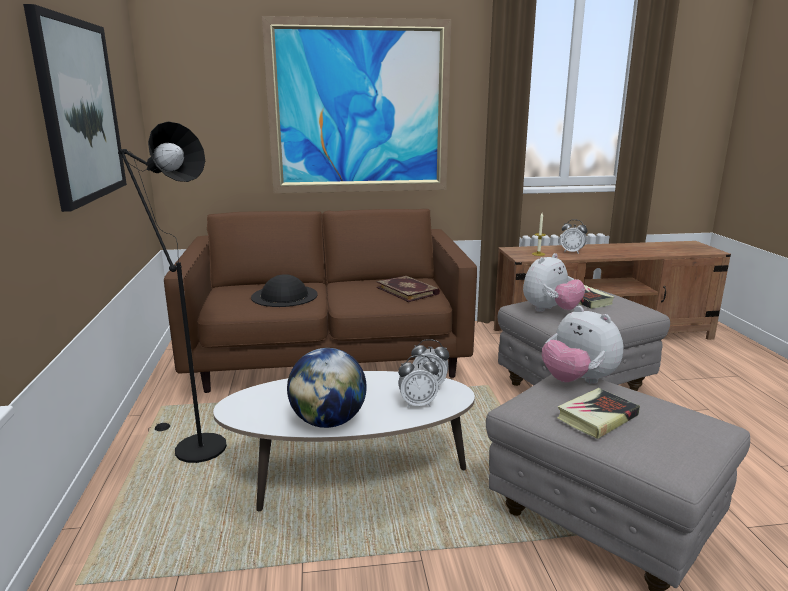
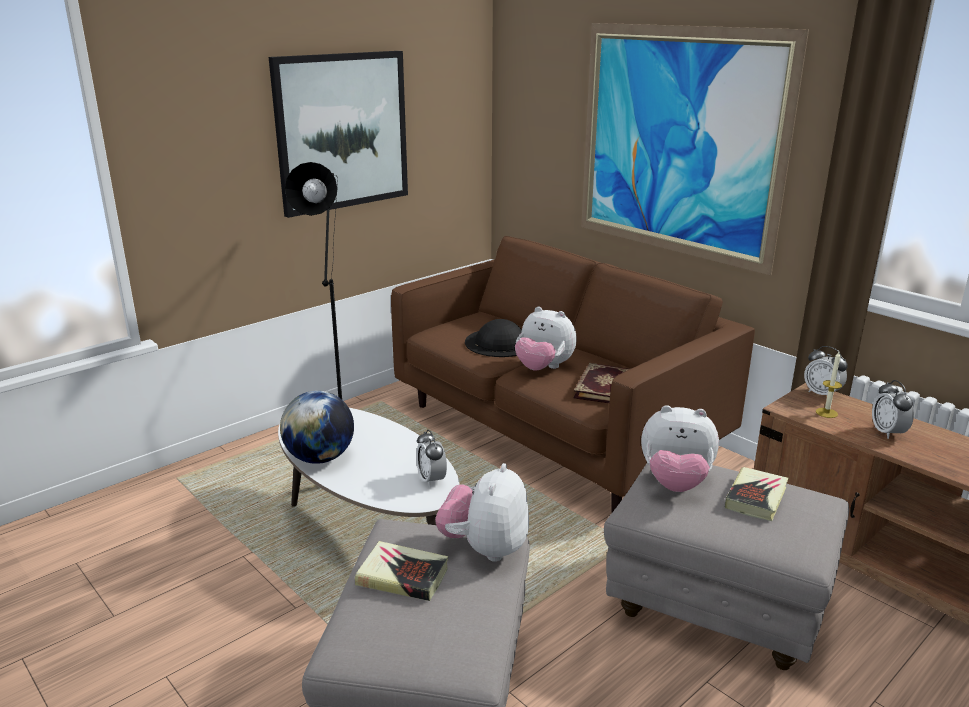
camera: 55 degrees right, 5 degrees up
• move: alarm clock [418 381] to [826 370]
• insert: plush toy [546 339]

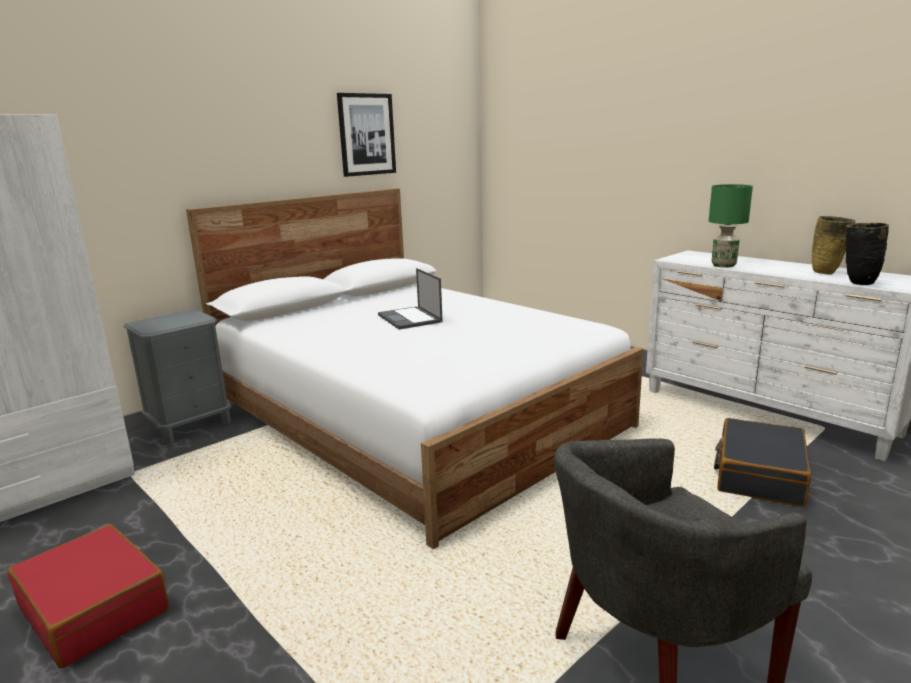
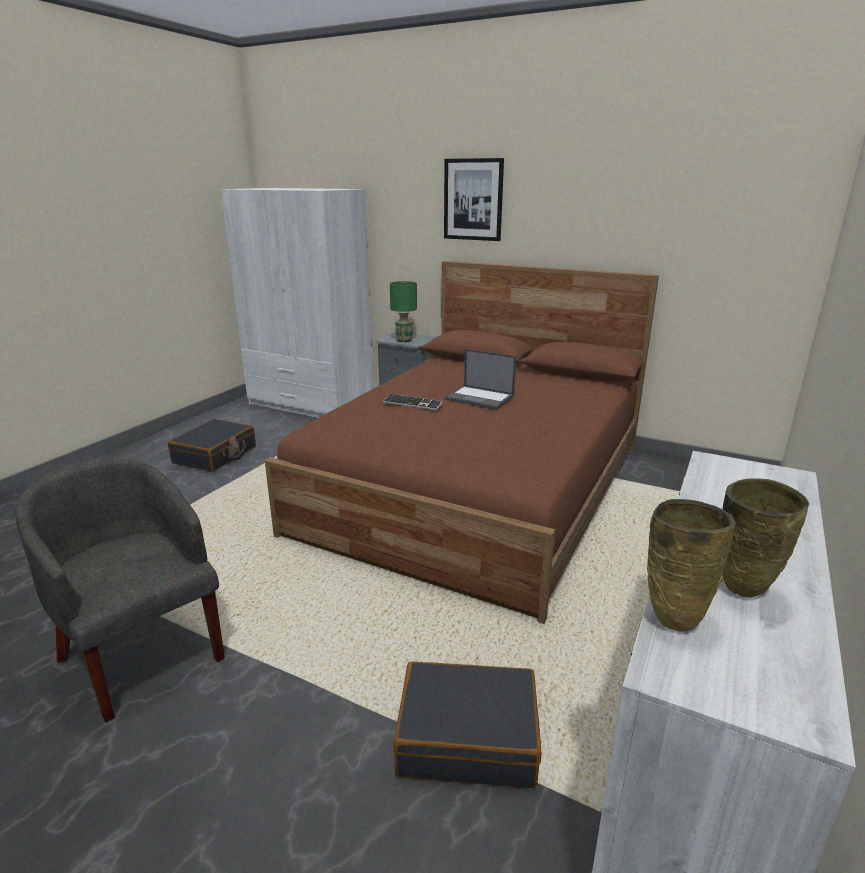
camera: 70 degrees right, 5 degrees up
• move: picture [366 135] to [474 199]
• move: table lamp/green [731 225] to [403 311]
• recolor: bed/white [415 368] to bed/brown [462 442]
• recolor: vase/black [867 254] to vase/beige [691 565]
• rotate: laptop [410 299] = [480 379] 105 degrees counterclockwise
• recolor: suitcase/red [88 596] to suitcase/black [212 445]
• insert: keyboard [413 402]

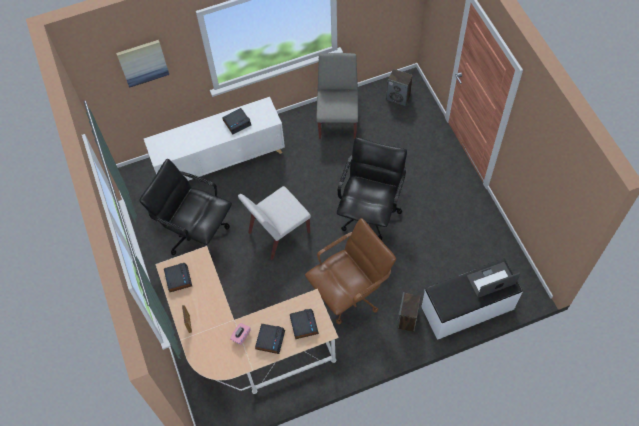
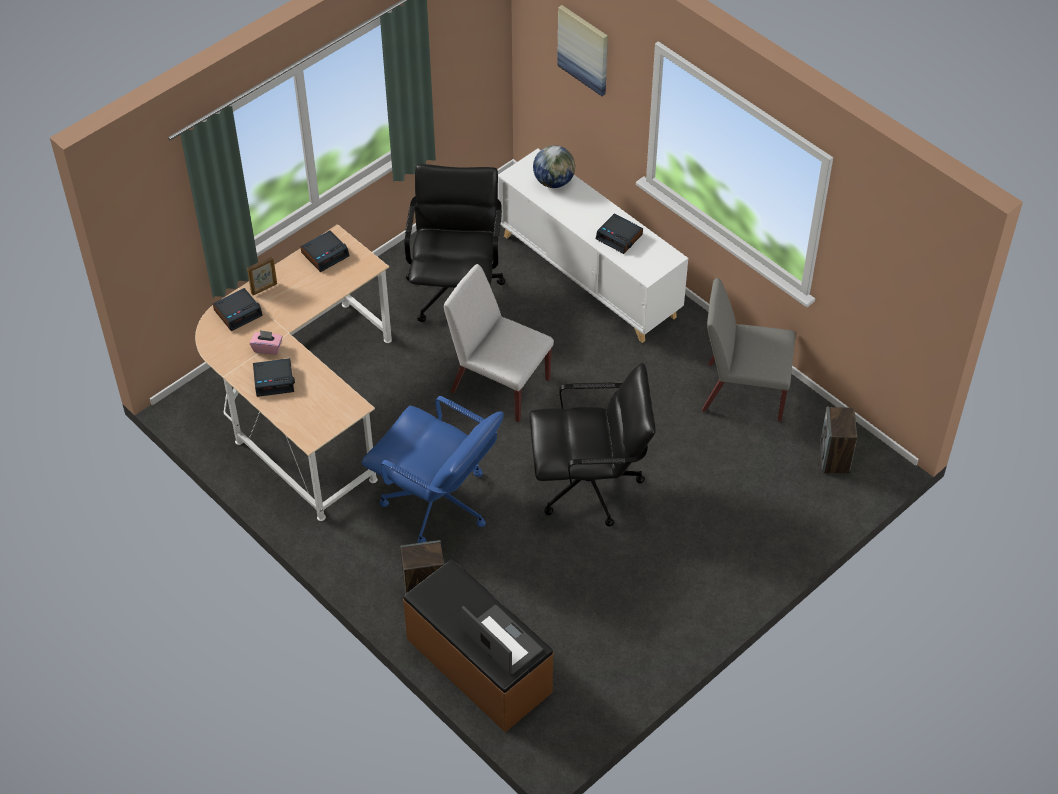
camera: 65 degrees right, 10 degrees down
• rotate: chair/grey [337 96] = [748 349] 150 degrees counterclockwise
• recolor: office chair/brown [350 271] to office chair/blue [433 469]
• recolor: bench/white [472 299] to bench/brown [478 645]
• move: alarm clock [304 324] to [238 309]
• insert: globe [554 166]

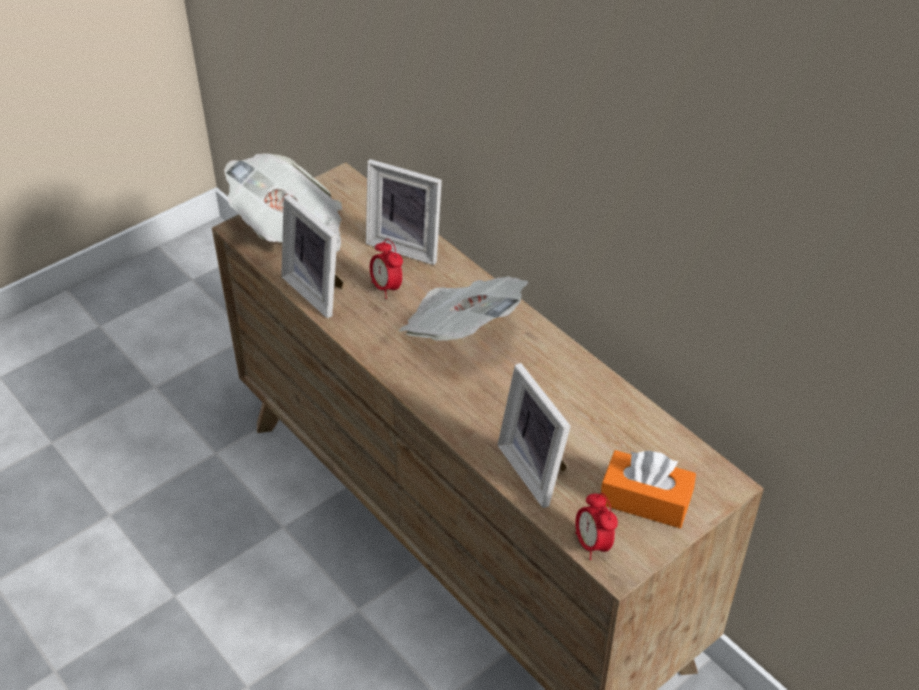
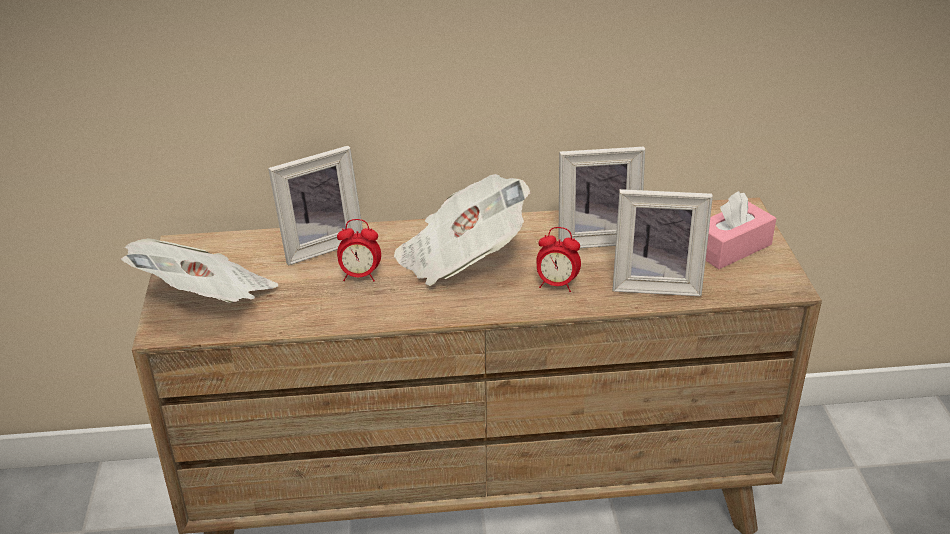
camera: 55 degrees left, 10 degrees down
• move: picture frame [312 256] to [601 197]
• recolor: tissue box/orange [648 489] to tissue box/pink [741 230]
• move: alarm clock [596 526] to [558 259]

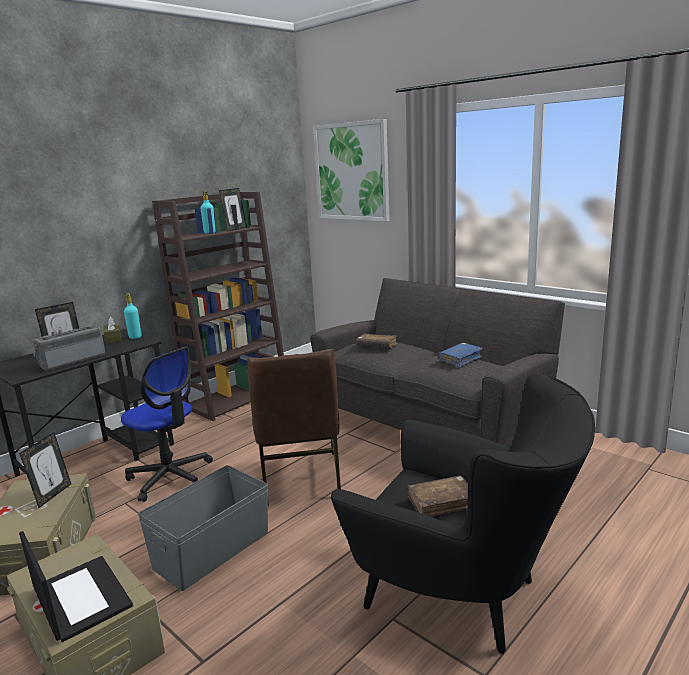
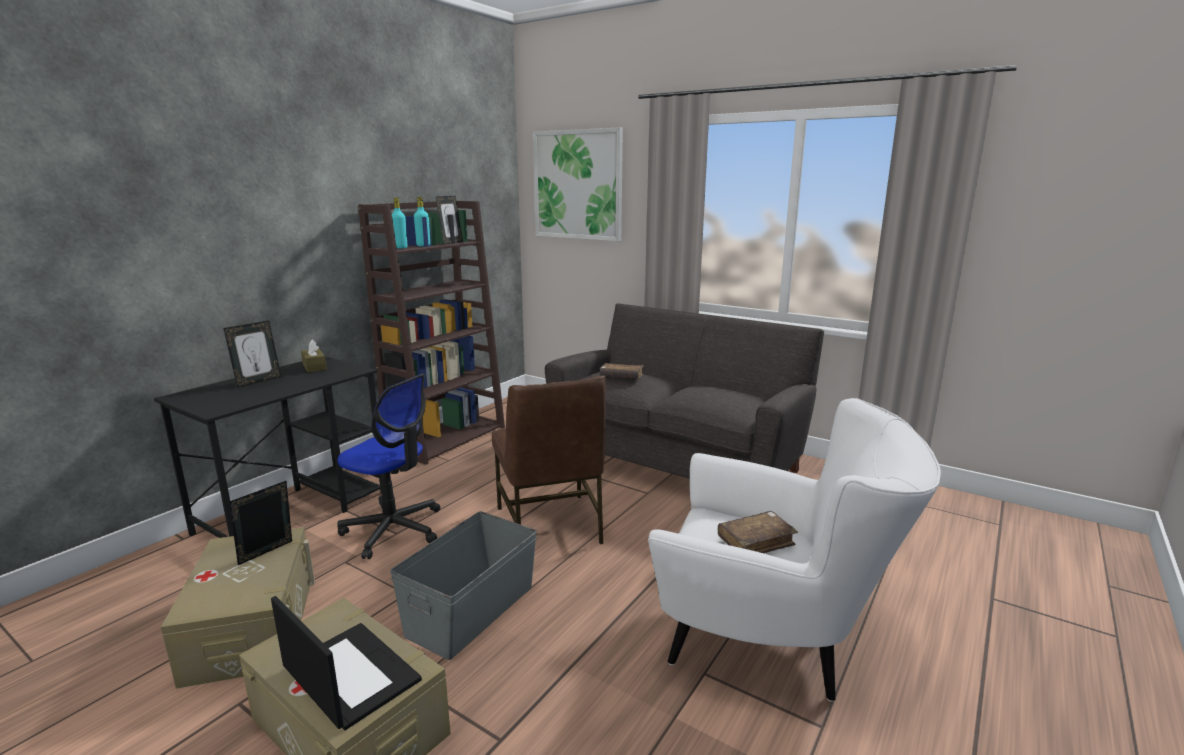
camera: 10 degrees left, 0 degrees up
• move: bottle/turquoise [132 316] to [399 222]
• delete: radio [69 348]
• delete: book/blue [461 355]
• recolor: armchair/black [462 513] to armchair/white [794 550]
• rotate: picture frame [45 470] = [260 523] 150 degrees counterclockwise

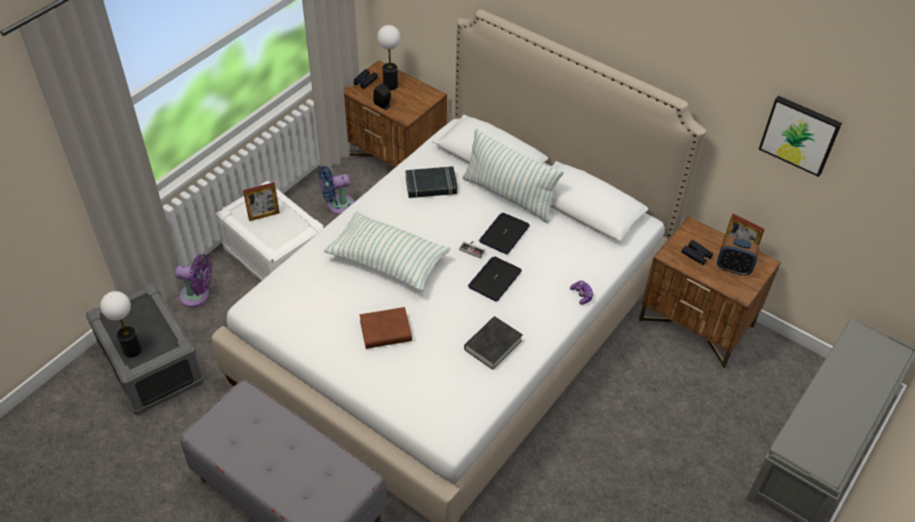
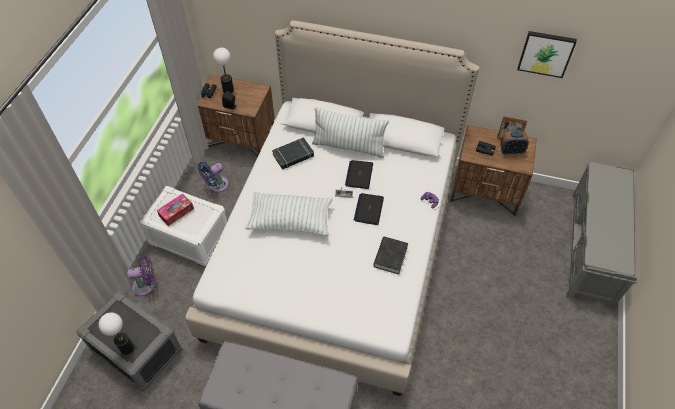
camera: 20 degrees left, 5 degrees up
• replace: picture frame [261 201] to tissue box [175 209]
• delete: book/brown [386 328]

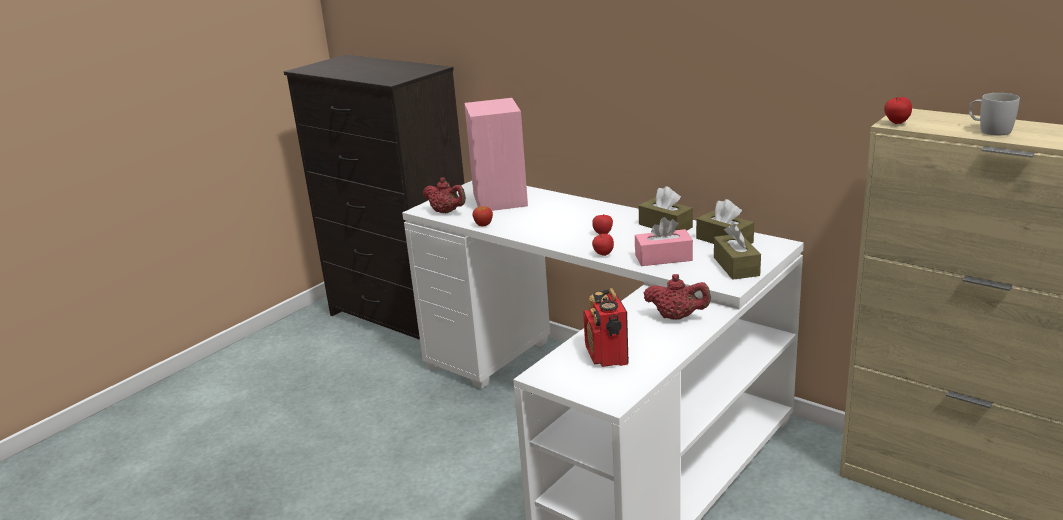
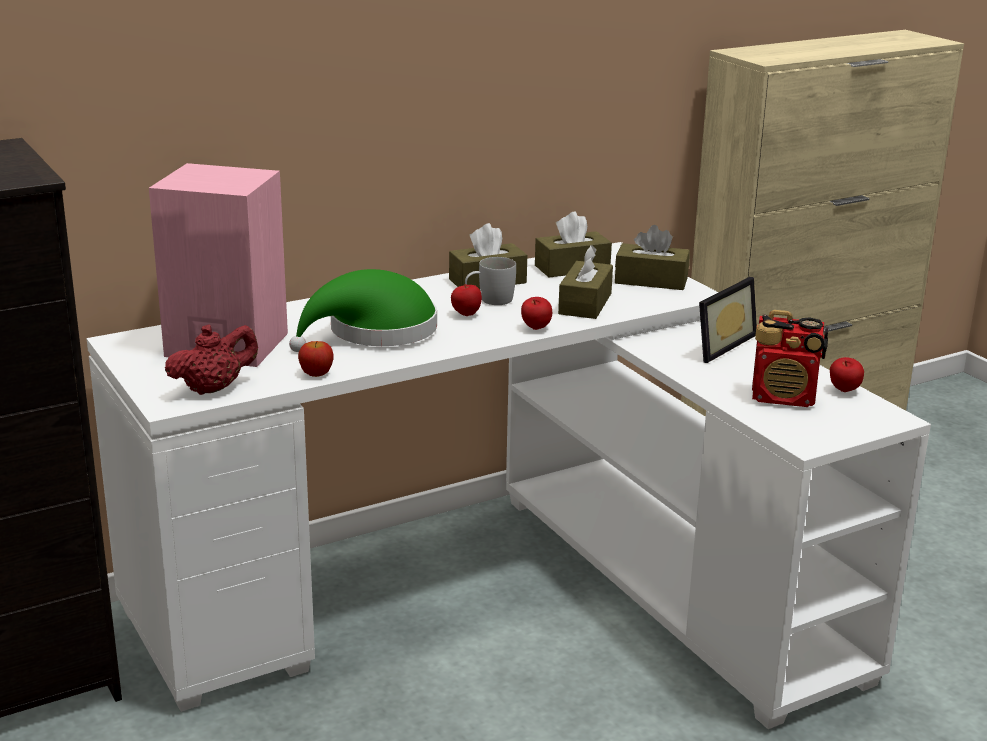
camera: 70 degrees left, 0 degrees up
• move: mug/white [994 114] to [490 281]
• move: apple [898 110] to [847 374]
• recolor: tissue box/pink [664 241] to tissue box/brown [585 282]
• replace: teapot/red [677 297] to picture frame [728 320]
• insert: hat/green [363 310]

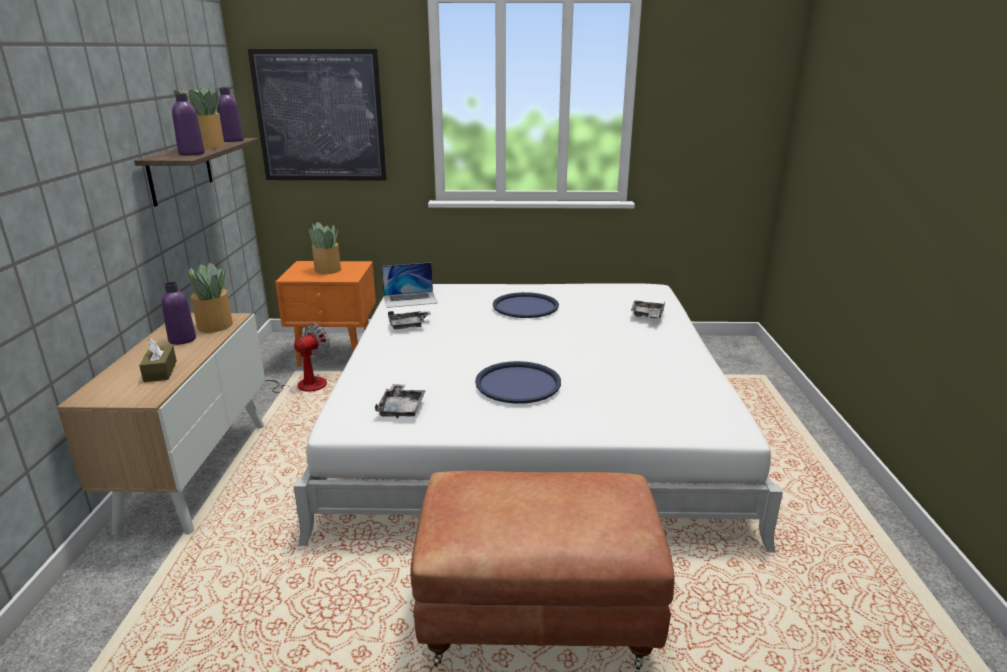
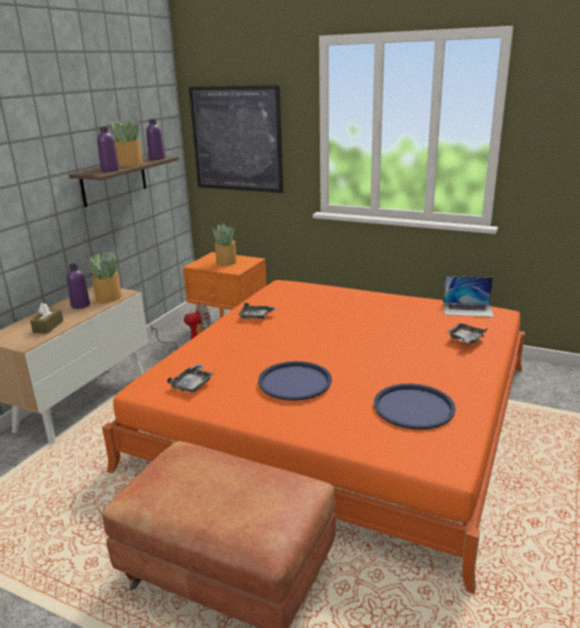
camera: 25 degrees right, 0 degrees up
• move: laptop [409 285] to [468 296]
• recolor: bed/white [538 417] to bed/orange [313 437]
• move: tray/blue [526 305] to [415 407]

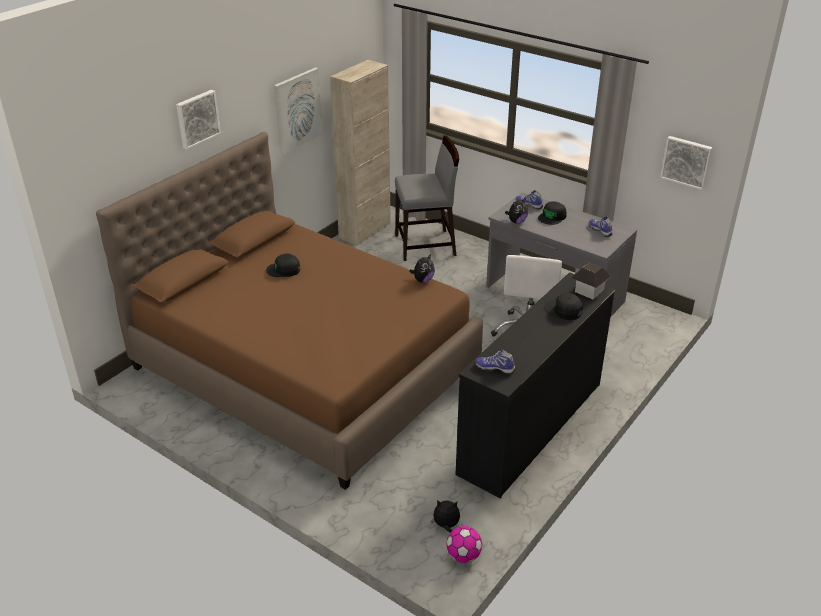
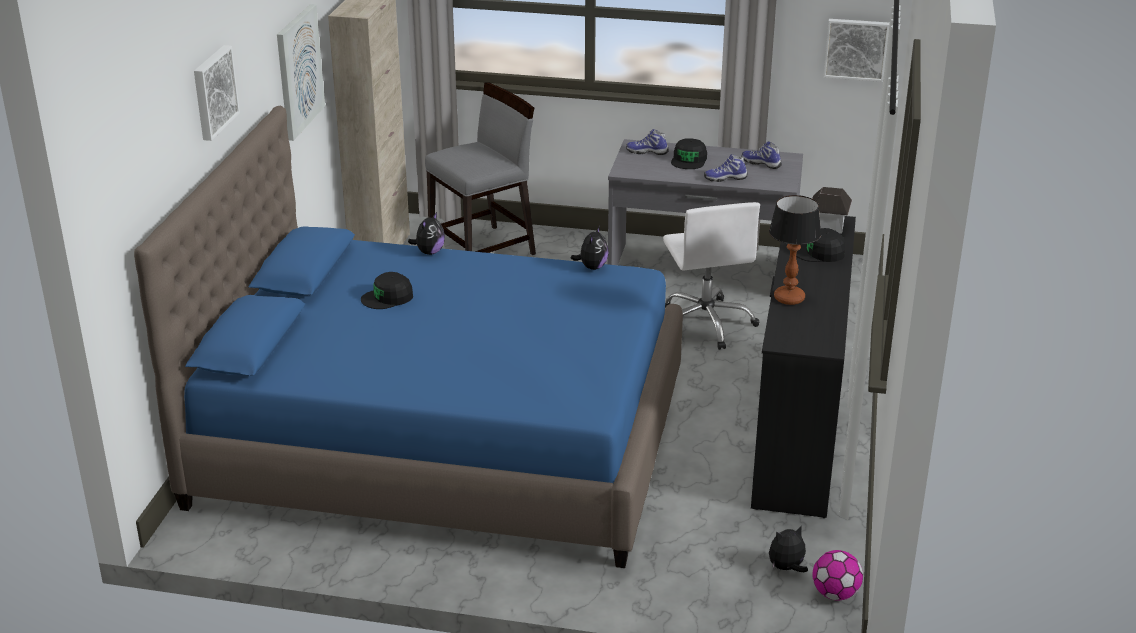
camera: 25 degrees left, 5 degrees down
• recolor: bed/brown [289 311] to bed/blue [408 337]
• move: plush toy [516 211] to [426 233]
• move: shoe [495 362] to [726 168]
• insert: table lamp [795 250]

